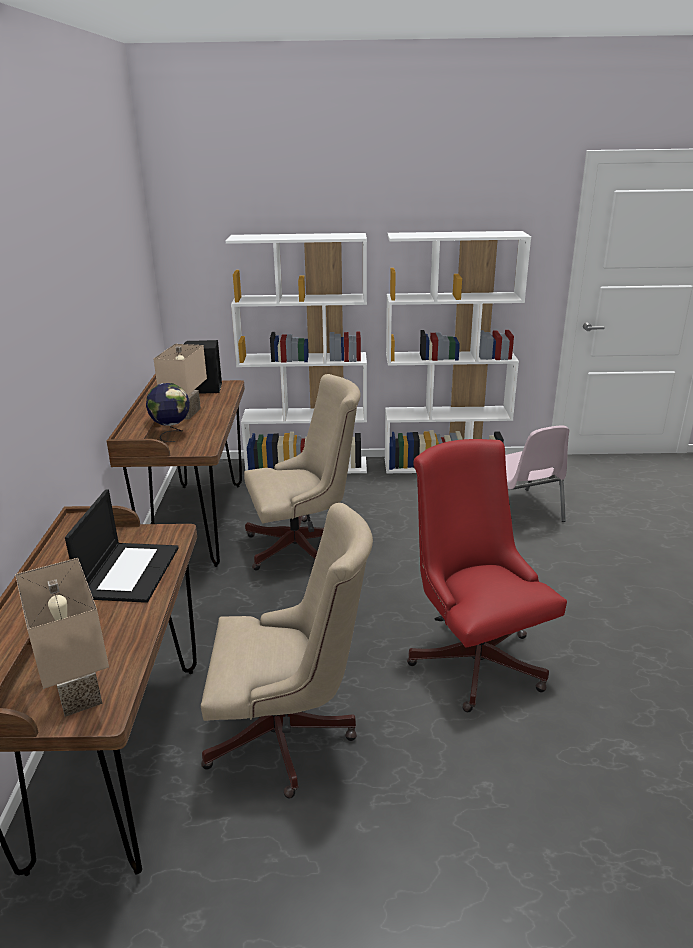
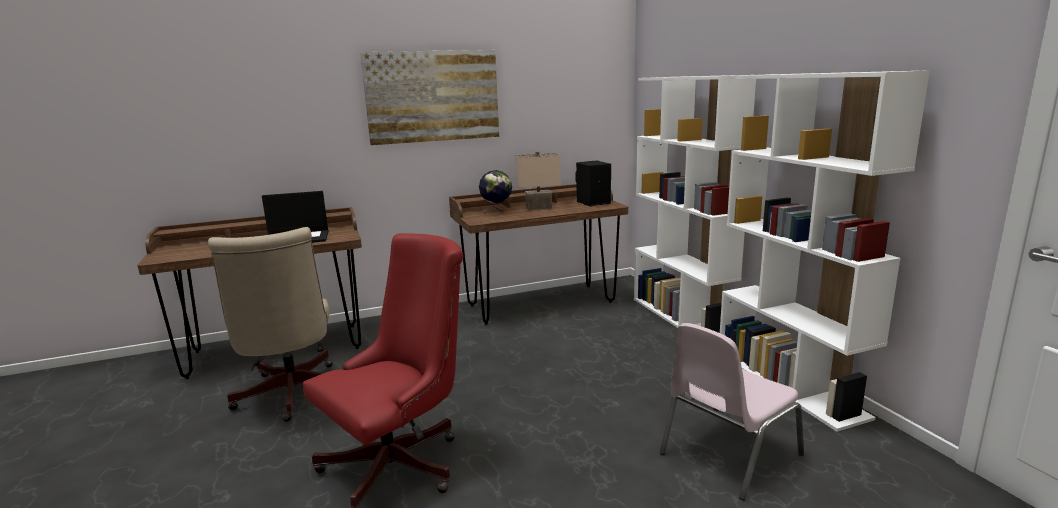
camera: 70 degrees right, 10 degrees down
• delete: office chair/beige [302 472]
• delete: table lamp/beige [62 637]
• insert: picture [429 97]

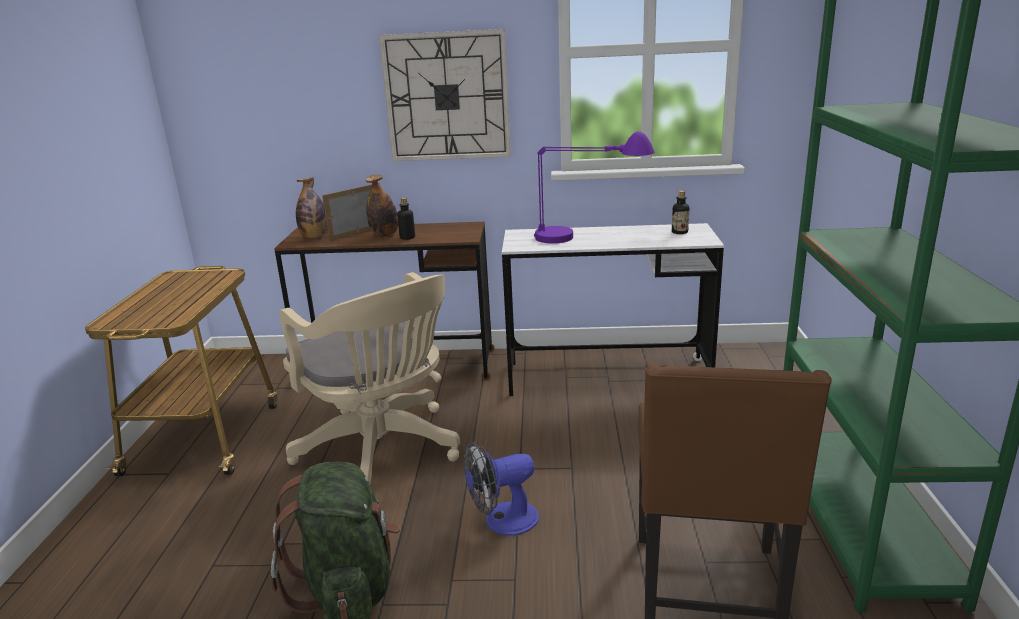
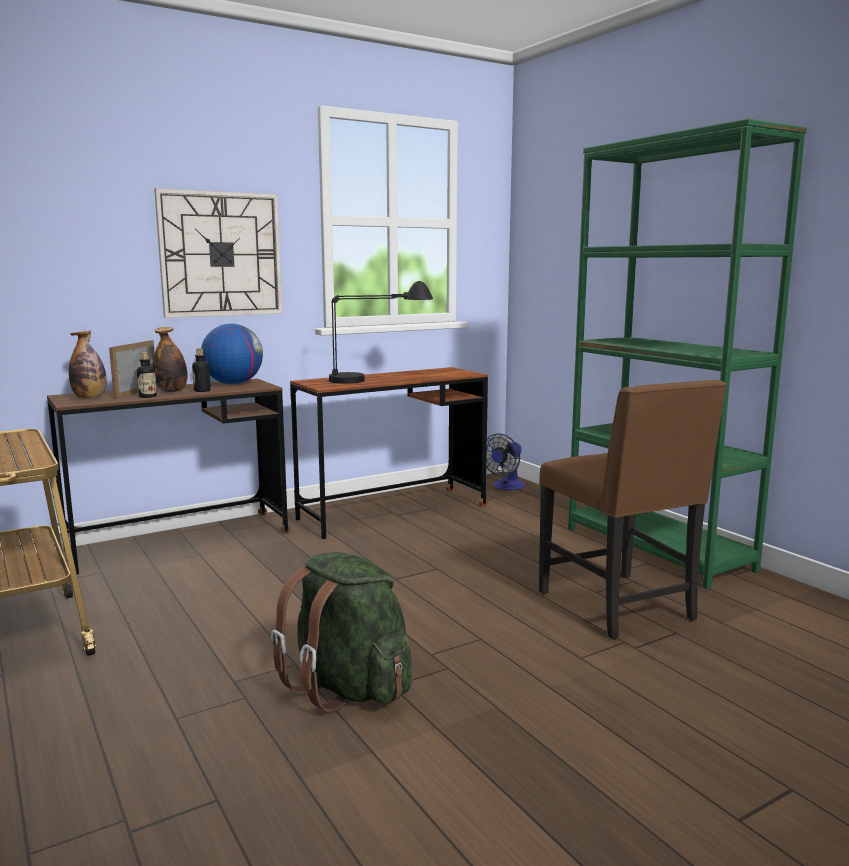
camera: 35 degrees left, 10 degrees down
• recolor: table lamp/purple [594 187] to table lamp/black [381 332]
• move: bottle [680 212] to [147 375]
• recolor: desk/white [613 309] to desk/brown [389 453]
• delete: office chair/beige [369 378]
• move: fan [501 488] to [505 462]
• insert: globe [232 354]

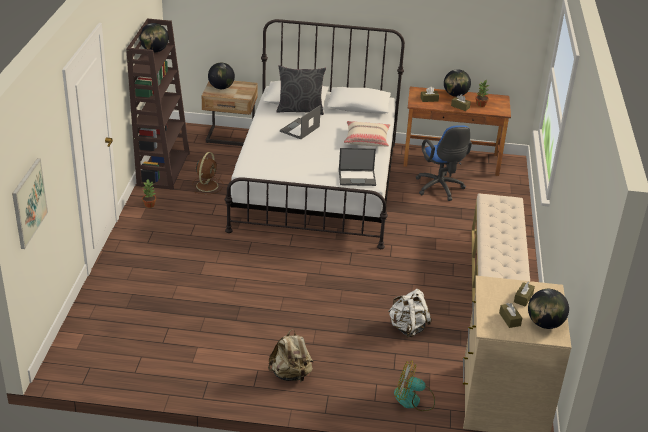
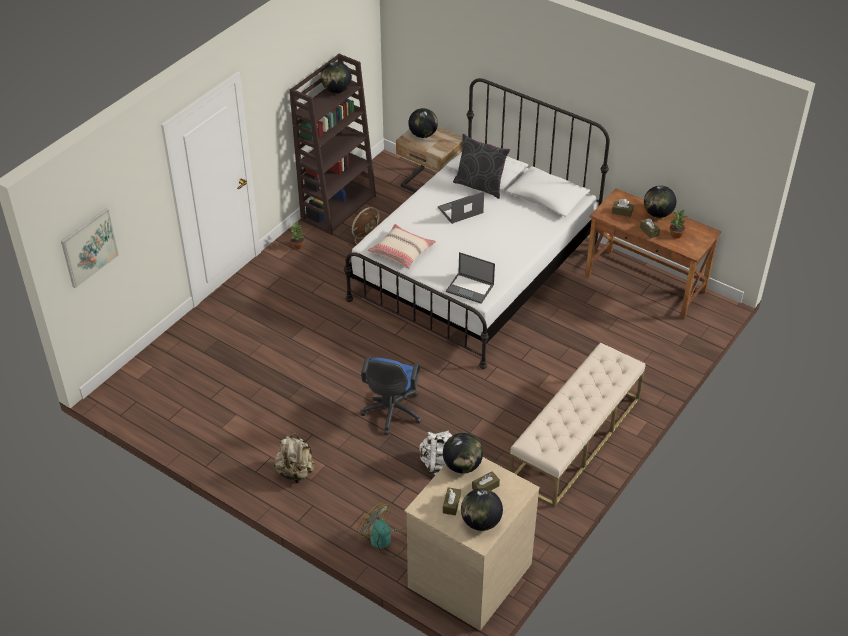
camera: 30 degrees right, 10 degrees up
• move: pillow/beige [367 134] to [402 246]
• move: office chair/blue [444 163] to [391 395]
• insert: globe [463 453]

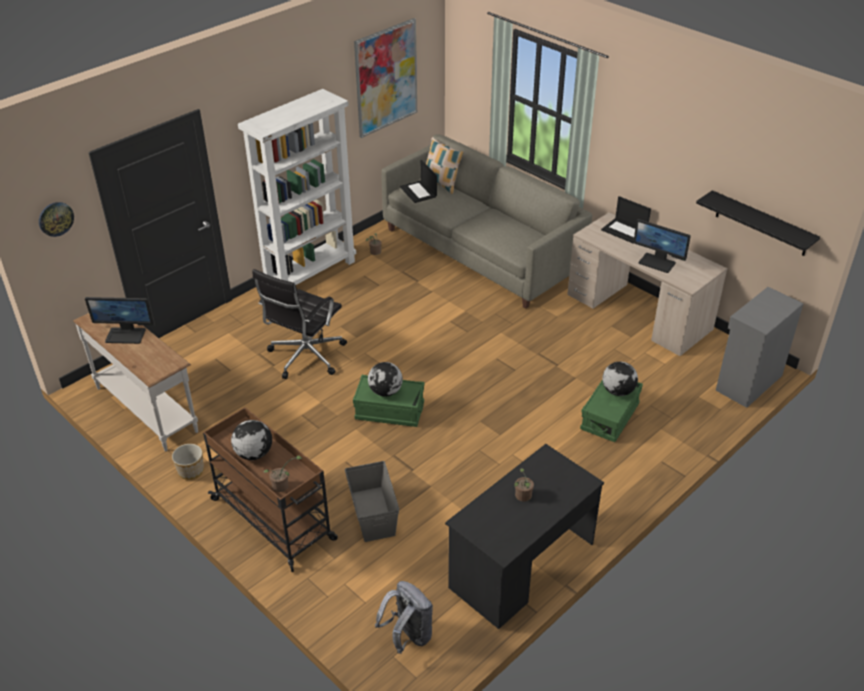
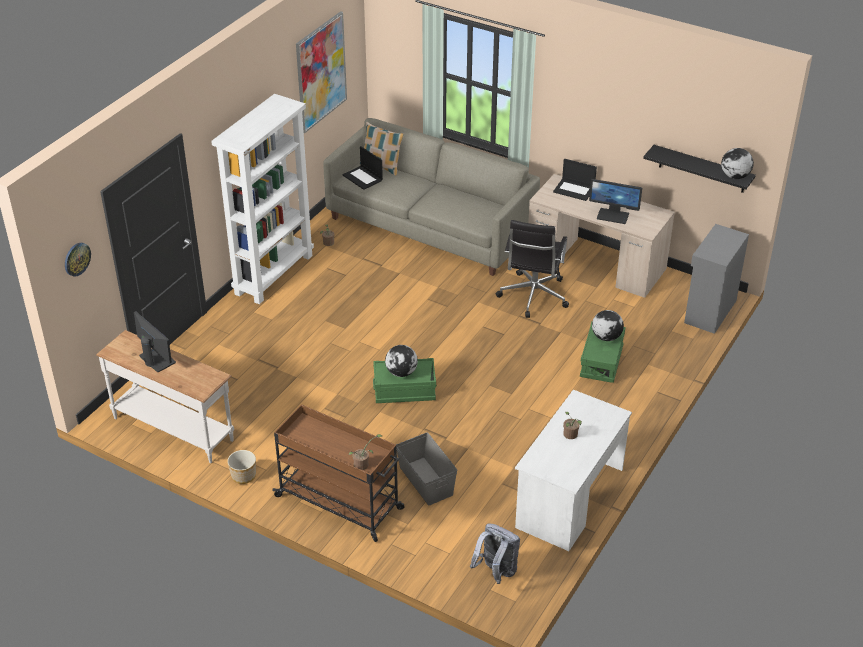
camera: 15 degrees left, 0 degrees up
• move: office chair/black [299 324] to [532 269]
• rotate: monitor [119 320] = [155 341] 120 degrees counterclockwise
• move: globe [251 440] to [737 163]
• recolor: desk/black [524 536] to desk/white [573 470]

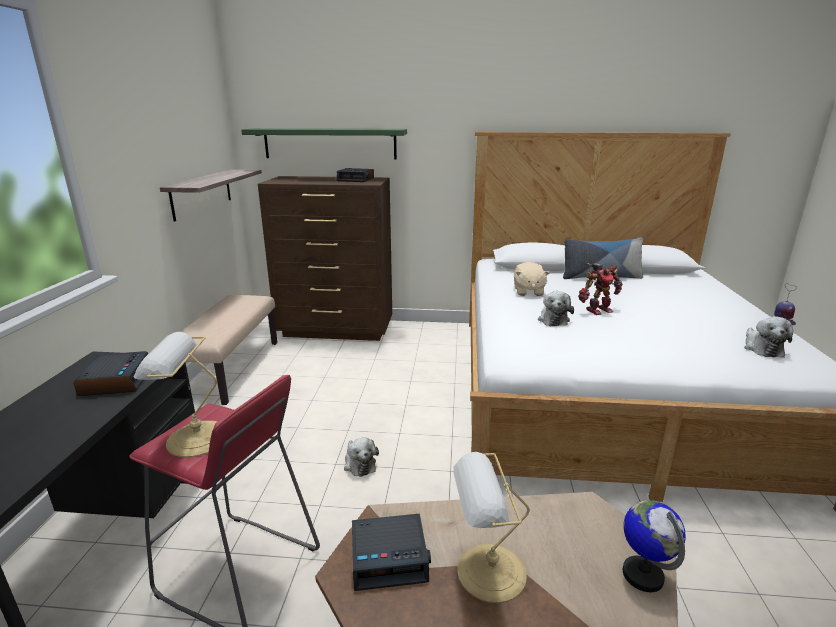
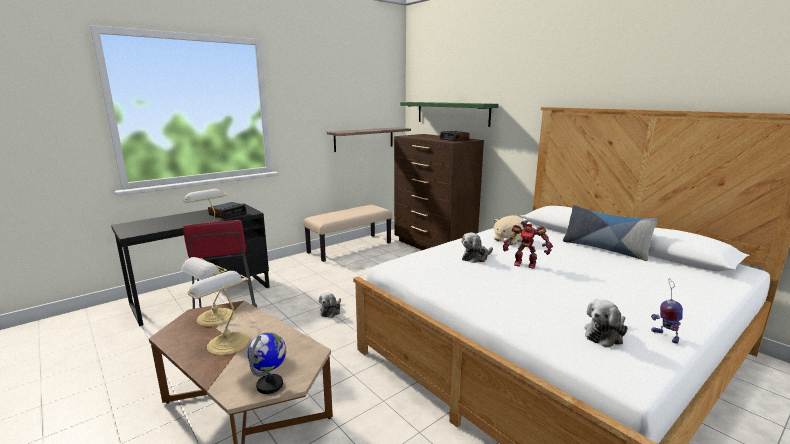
camera: 45 degrees right, 5 degrees down
• replace: alarm clock [391 552] to table lamp [207 292]

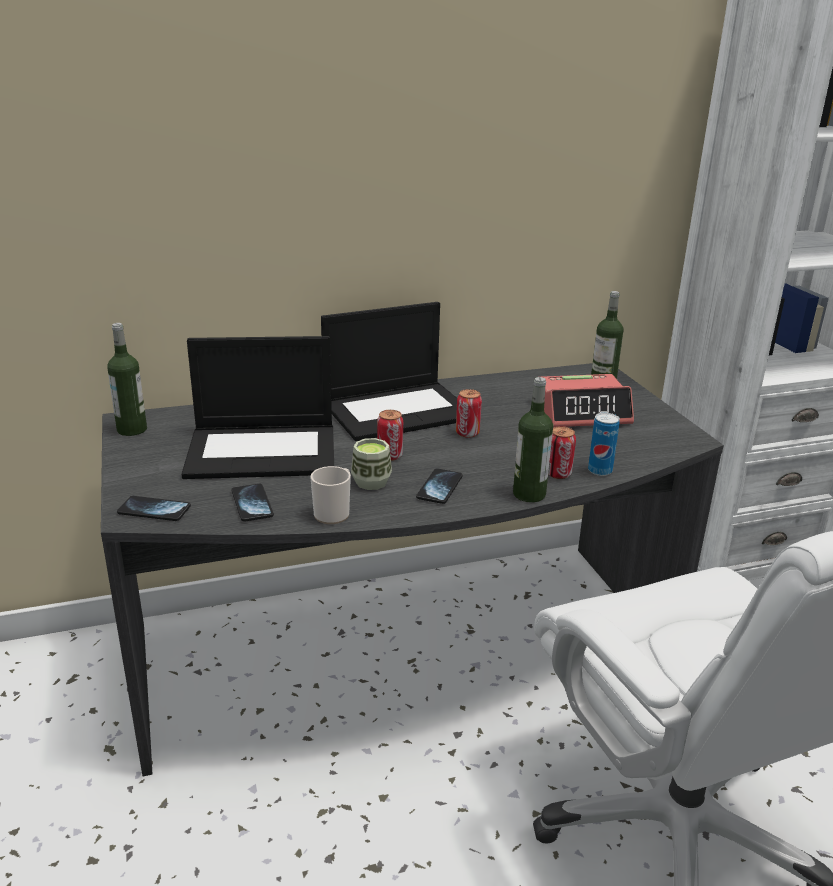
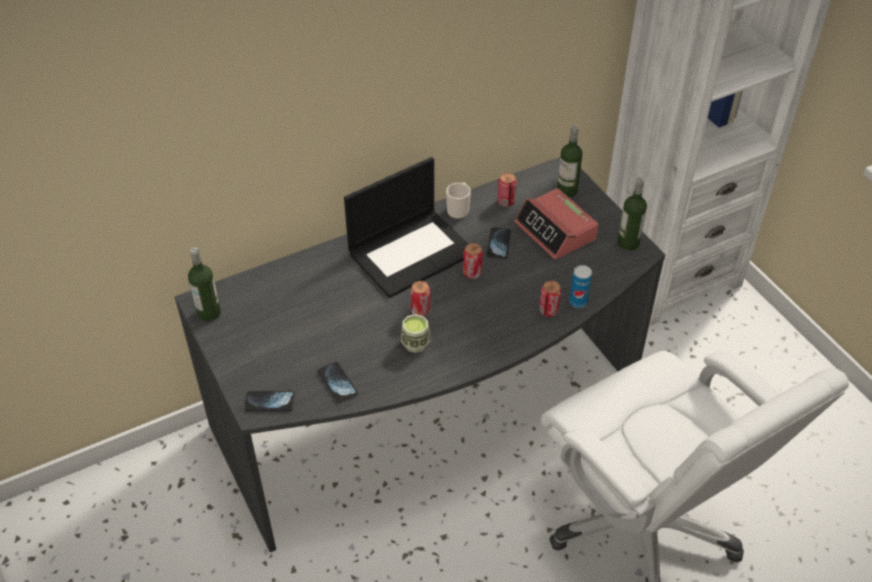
camera: 10 degrees left, 20 degrees up
• delete: laptop [257 407]
• rotate: alarm clock [588 400] = [556 224] 75 degrees clockwise
• move: bottle [533 439] to [632 214]
• move: mug [331 495] to [458 200]
• move: phone [439 486] to [498 243]
• insert: can [507 190]

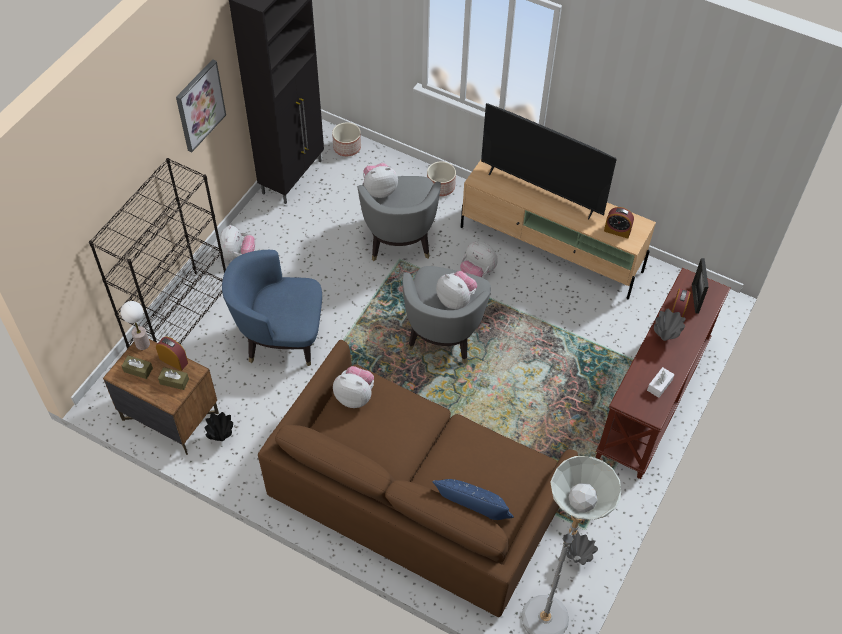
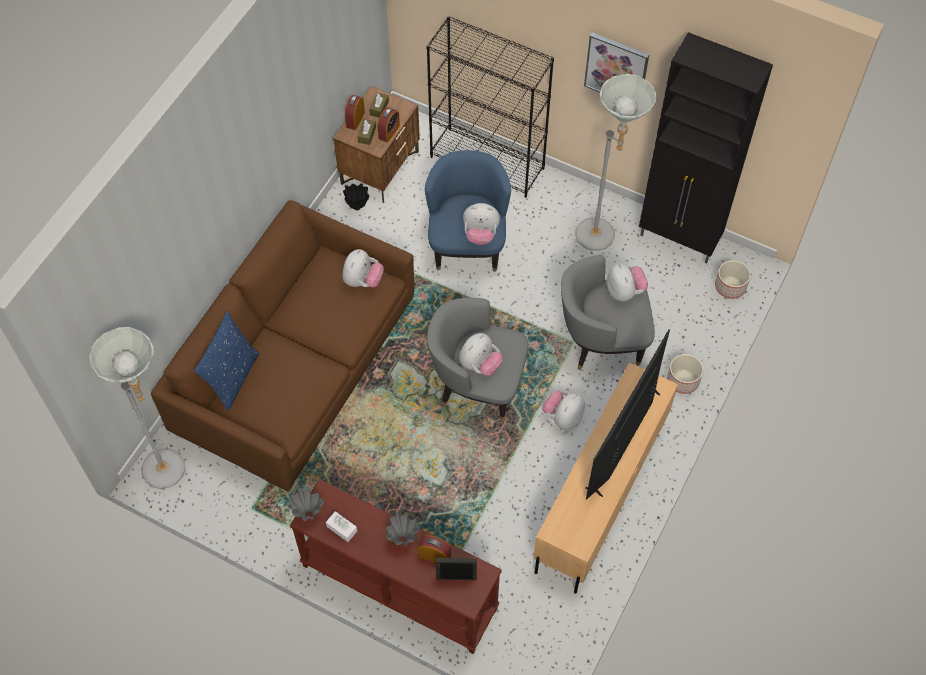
camera: 90 degrees right, 5 degrees up
• move: alarm clock [619 223] to [355 112]
• move: plush toy [237 242] to [481 224]
• delete: table lamp [135 325]
• move: vase/grey [582 548] to [306 504]
• insert: floor lamp/grey [616 162]

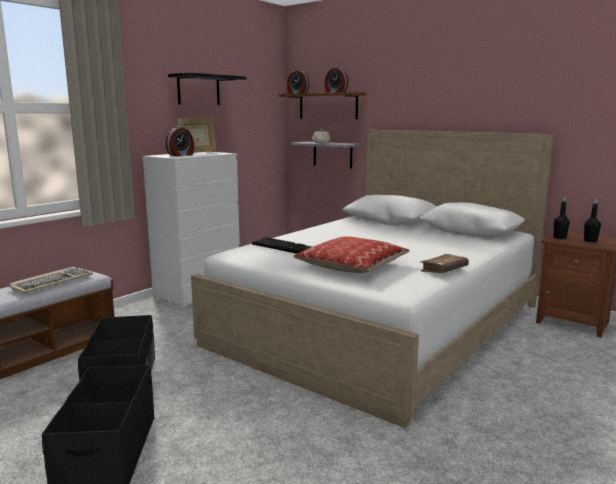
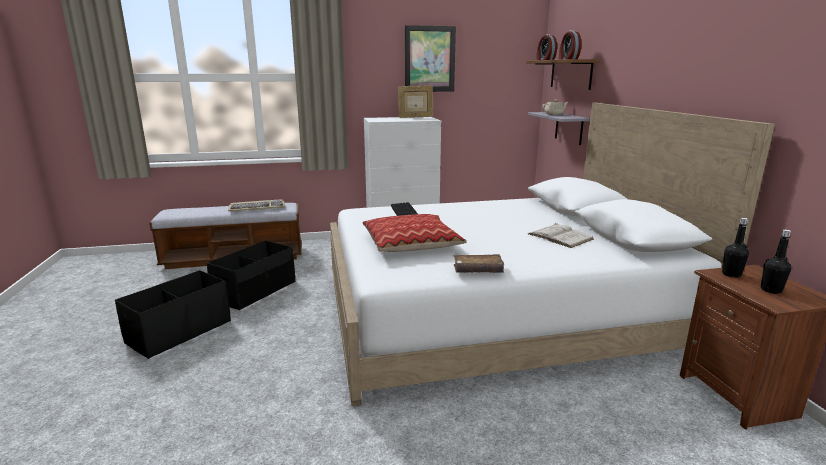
camera: 40 degrees right, 5 degrees up
• replace: shelf/black [207 89] to picture [430 58]
• delete: alarm clock [180 141]
• insert: book/white [561 235]

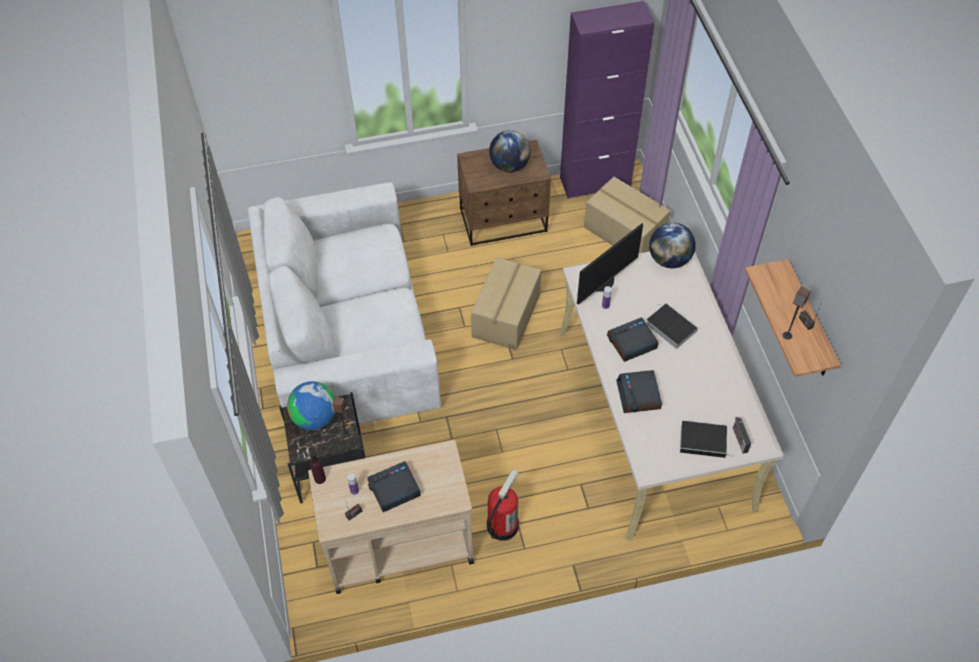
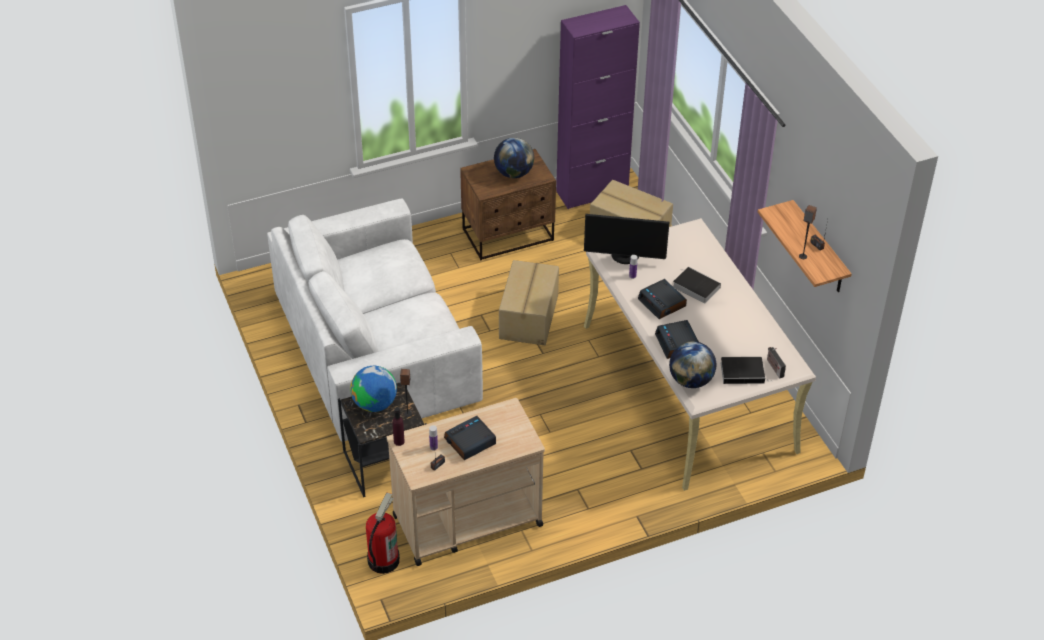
camera: 10 degrees left, 10 degrees down
• rotate: monitor [610 263] = [626 239] 60 degrees clockwise
• move: globe [672 245] to [692 364]
• rotate: alarm clock [632 339] = [662 299] 90 degrees counterclockwise
• move: fire extinguisher [503 505] to [383 533]

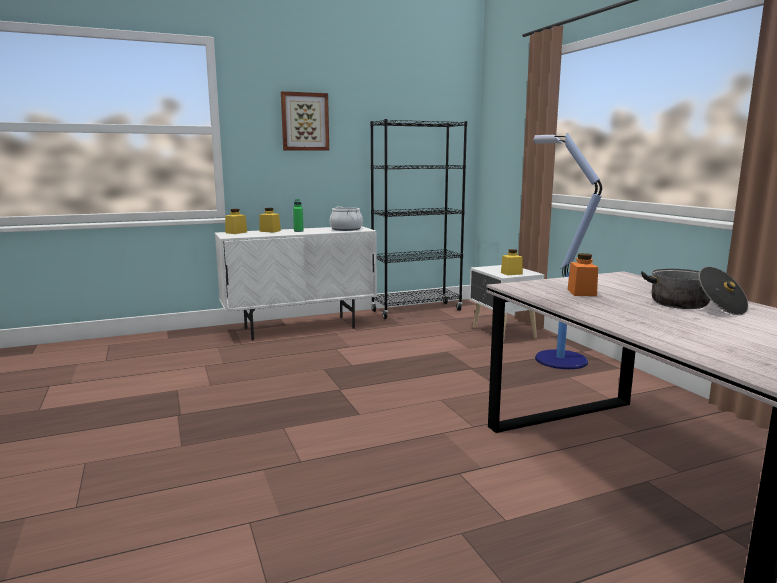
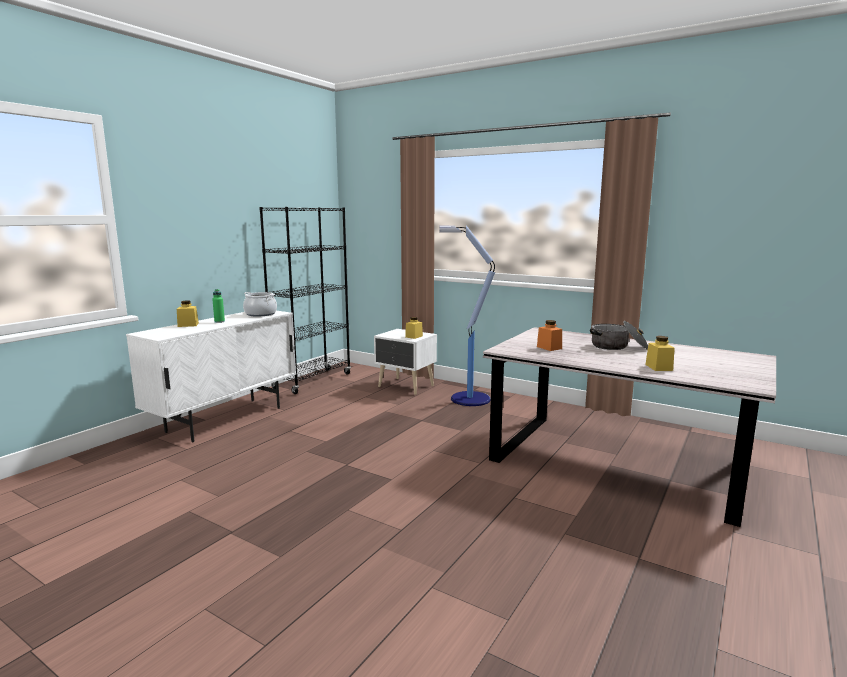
camera: 35 degrees left, 0 degrees up
• delete: picture [305 121]
• move: jar/yellow [236 221] to [660 353]

